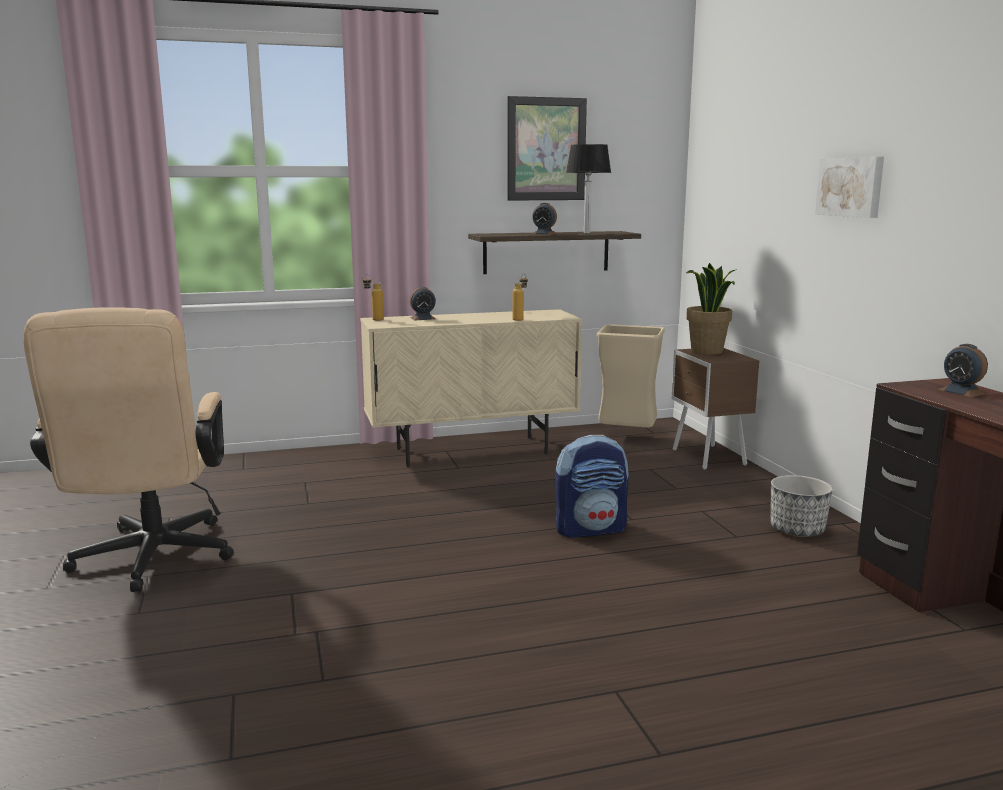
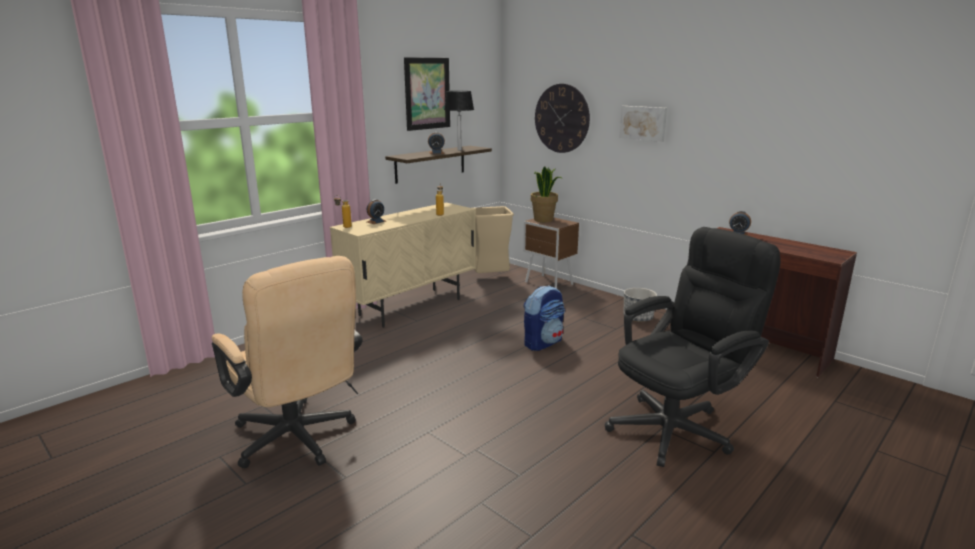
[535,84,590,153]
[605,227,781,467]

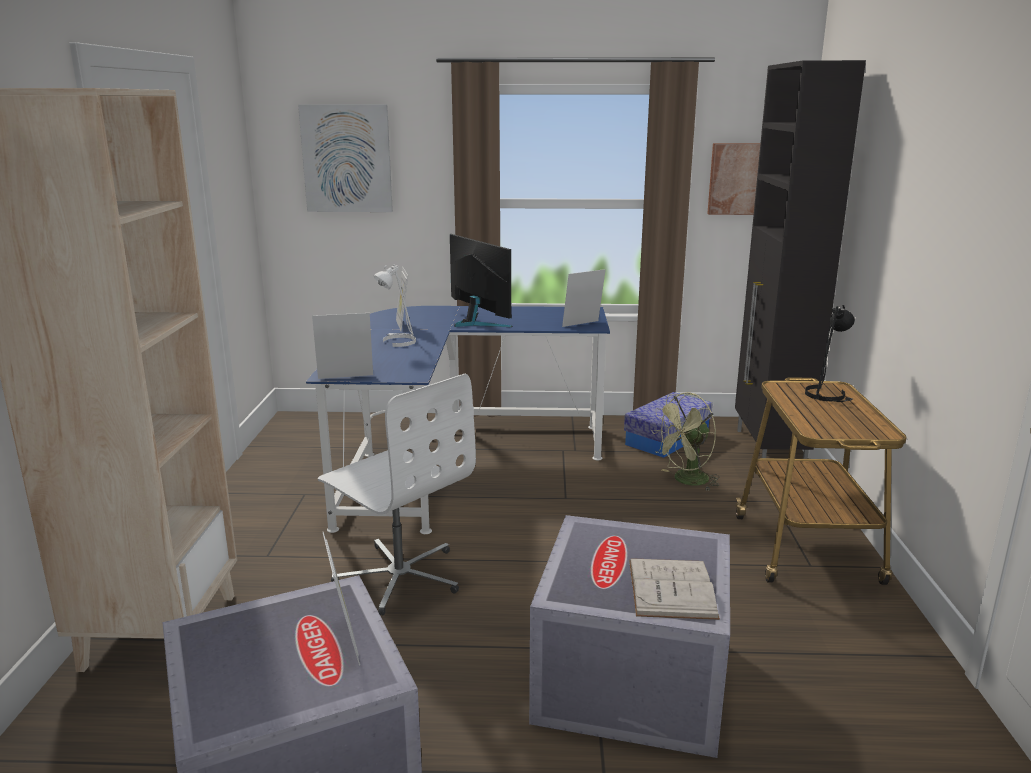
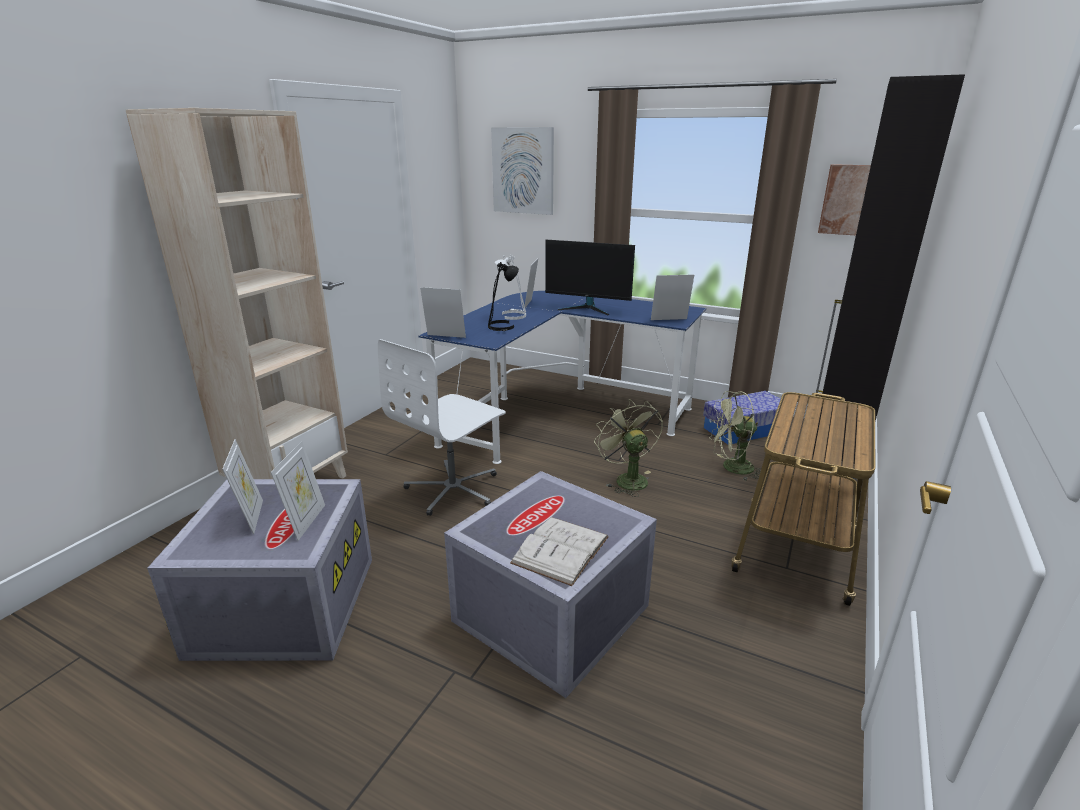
[222,439,263,534]
[594,399,663,497]
[488,262,519,331]
[378,339,506,516]
[545,240,635,315]

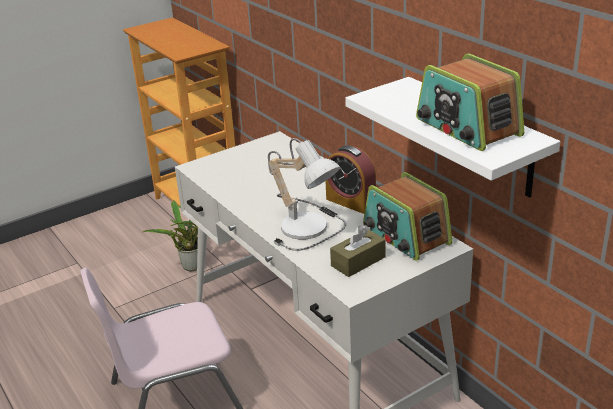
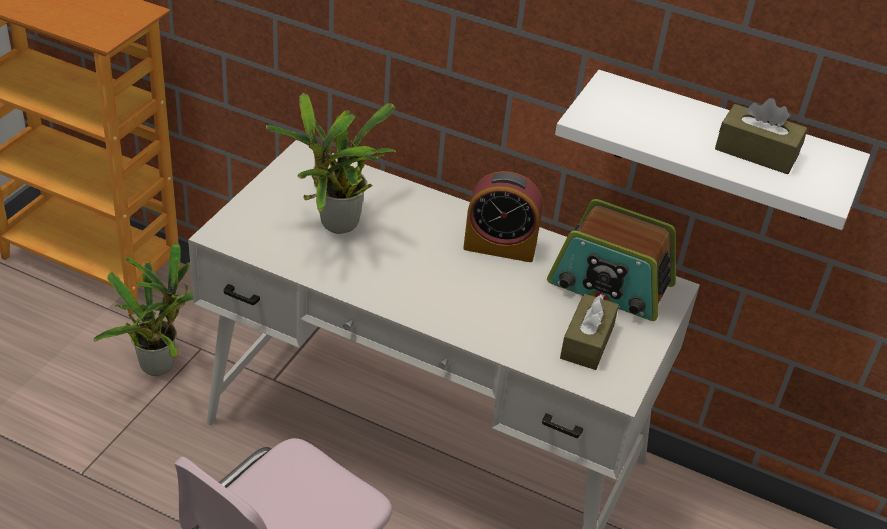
[268,138,346,251] (first image)
[266,93,396,234]
[715,98,808,174]

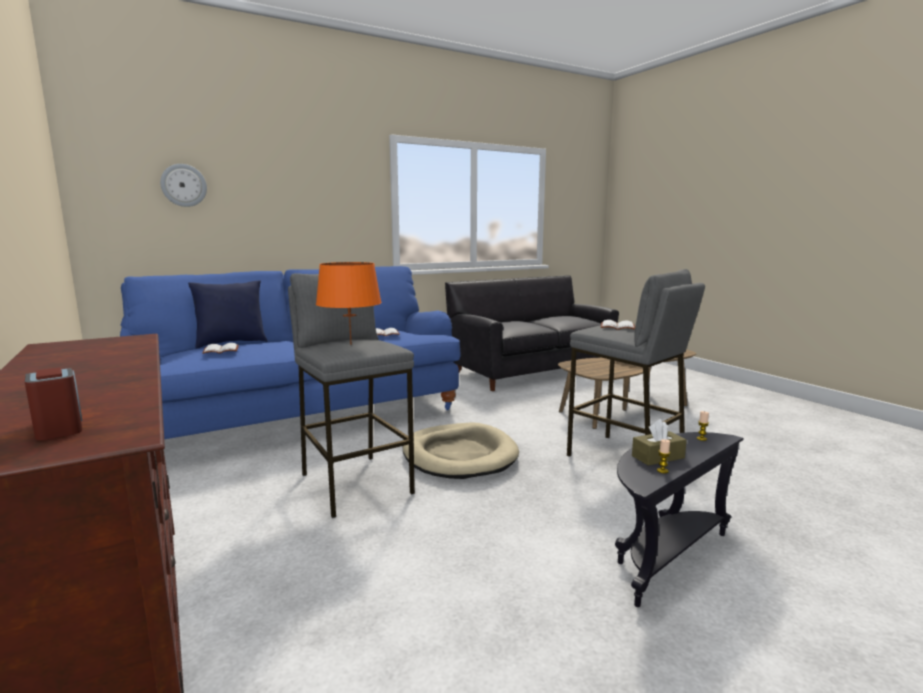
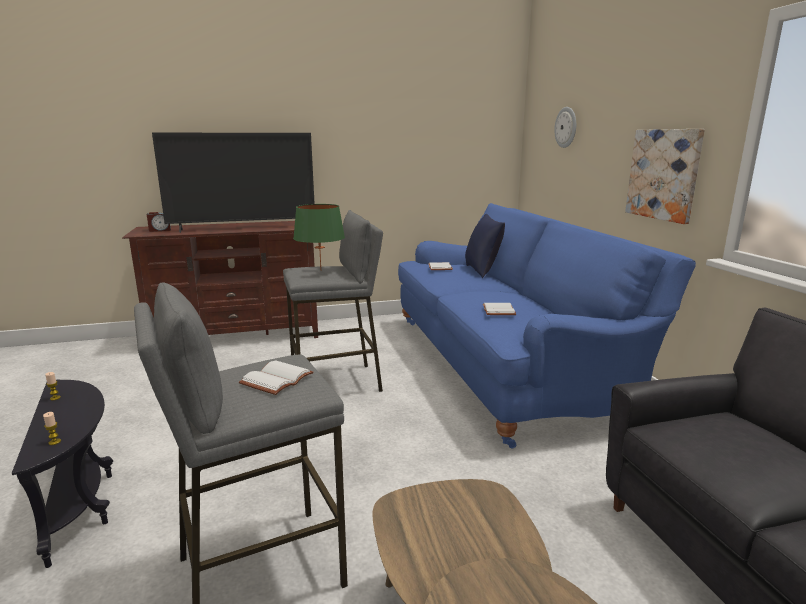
[403,422,519,479] (first image)
[632,419,687,466] (first image)
[152,133,315,233]
[625,129,705,224]
[293,204,345,270]

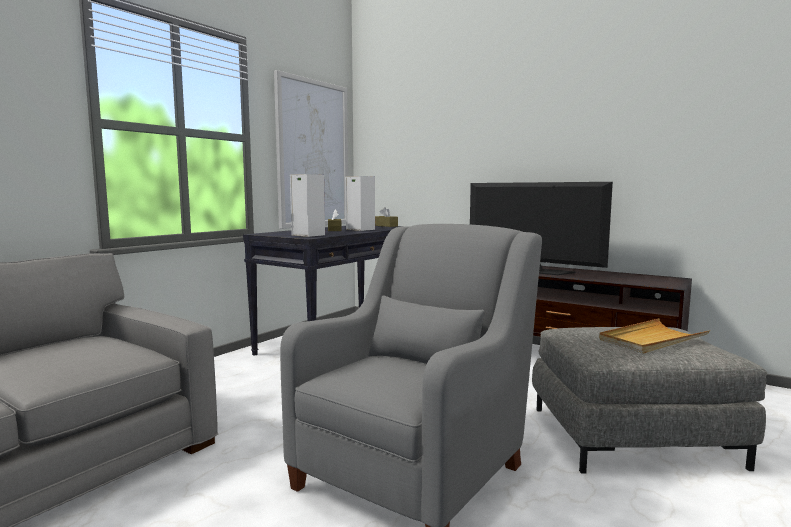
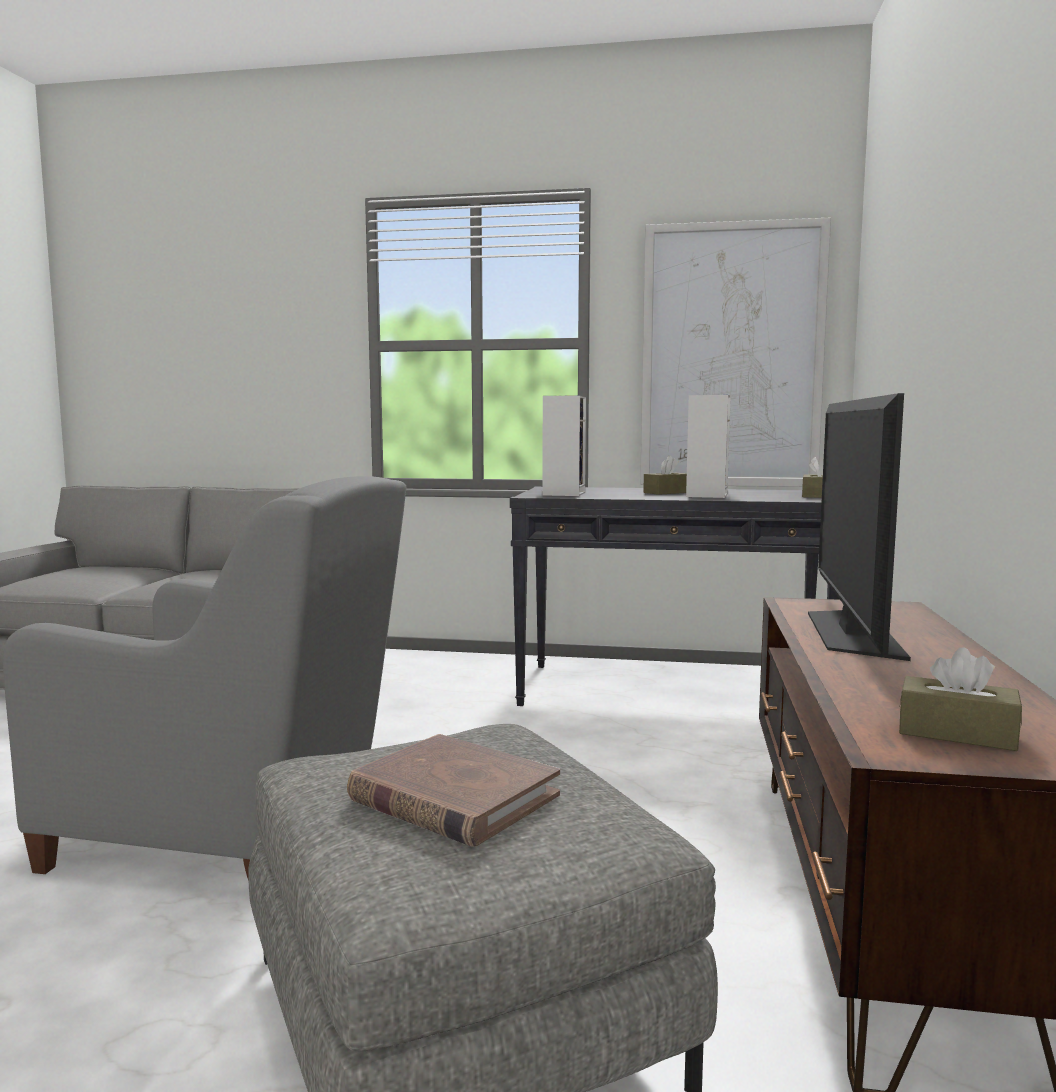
[899,647,1022,751]
[347,734,560,847]

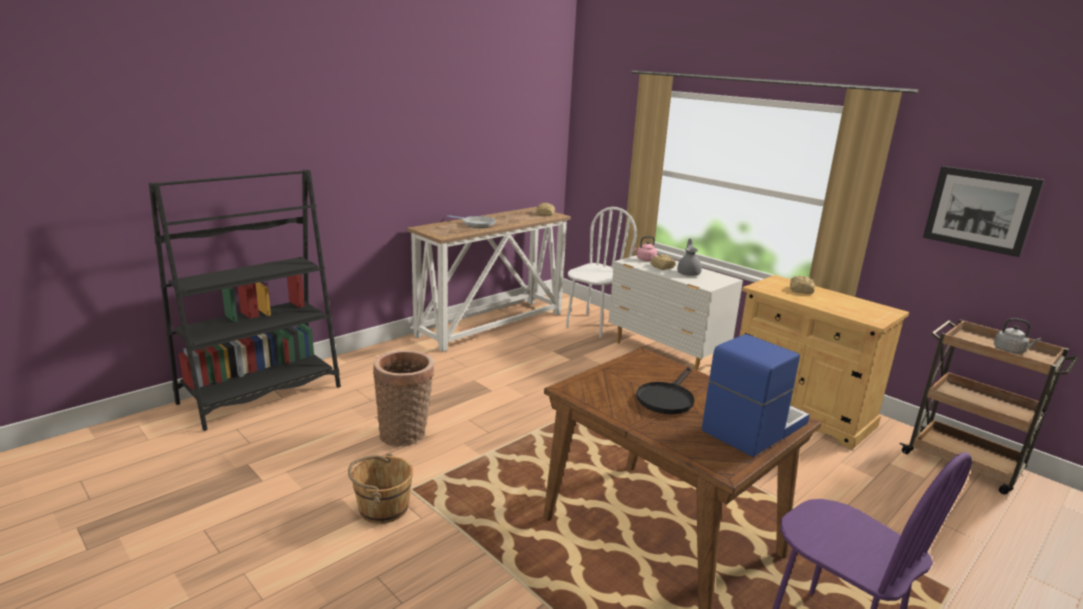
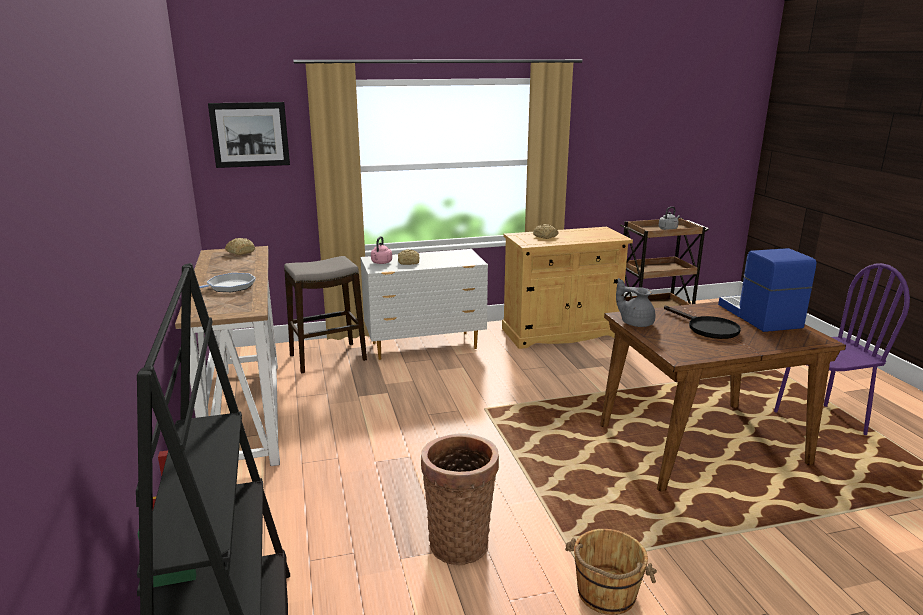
[616,278,655,327]
[208,102,290,168]
[284,256,367,374]

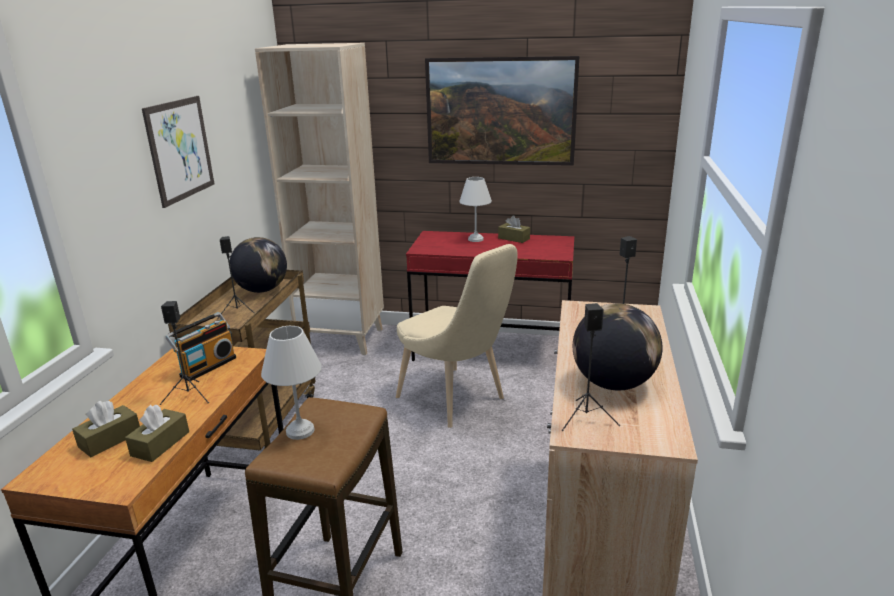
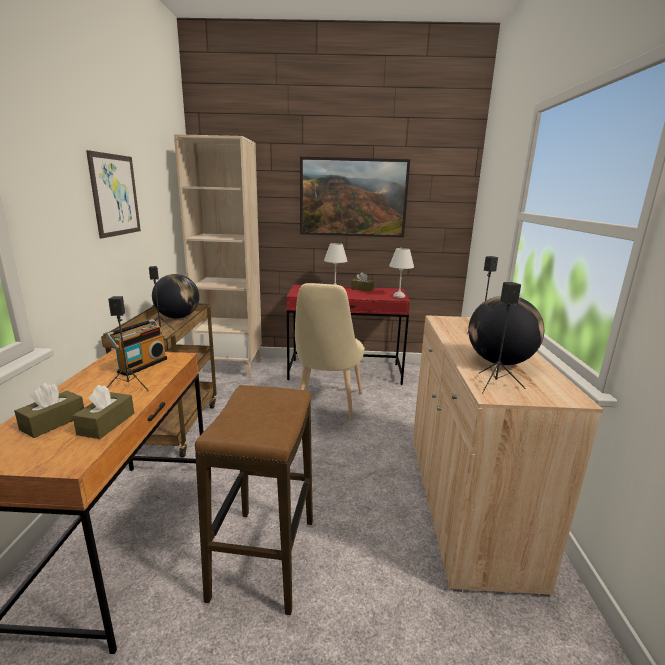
[389,248,414,298]
[295,283,365,420]

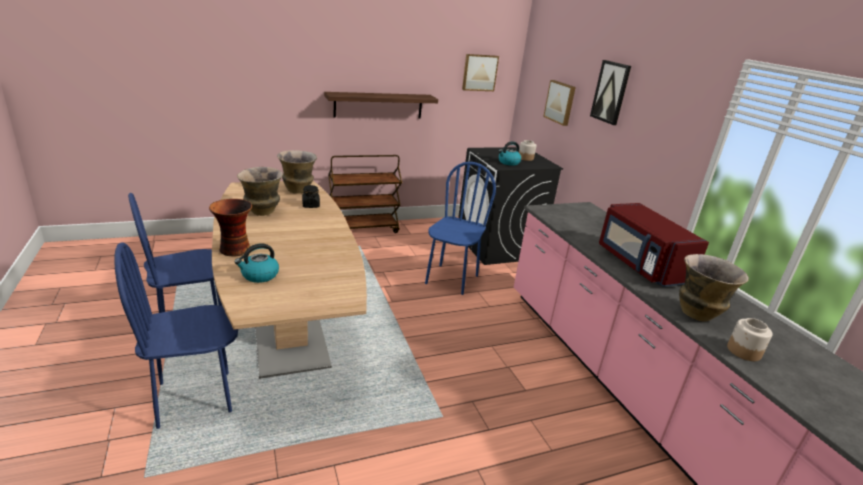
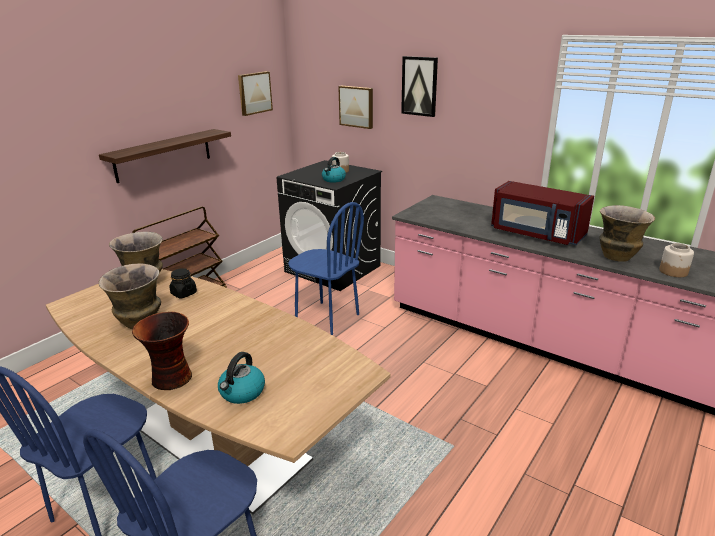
[288,202,364,335]

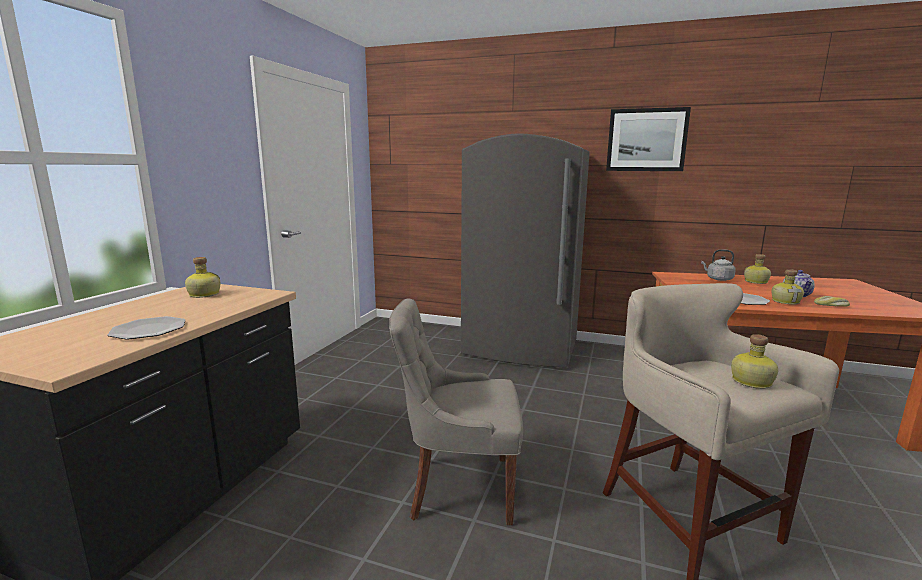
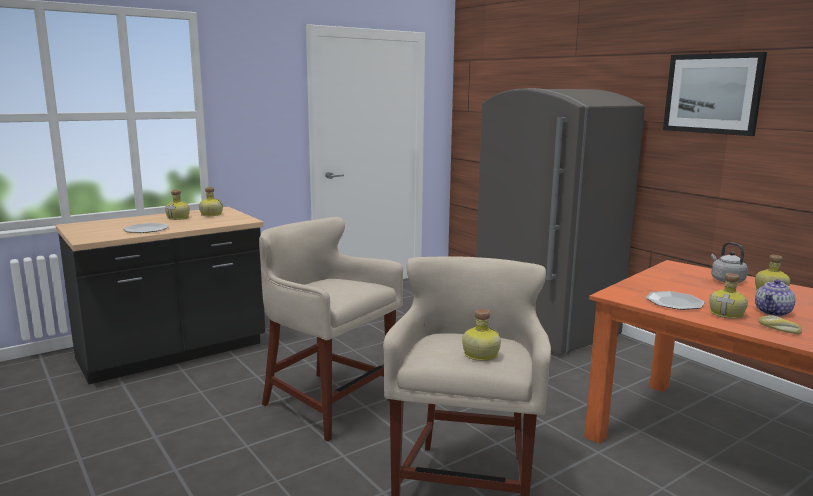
[165,190,190,220]
[259,217,403,442]

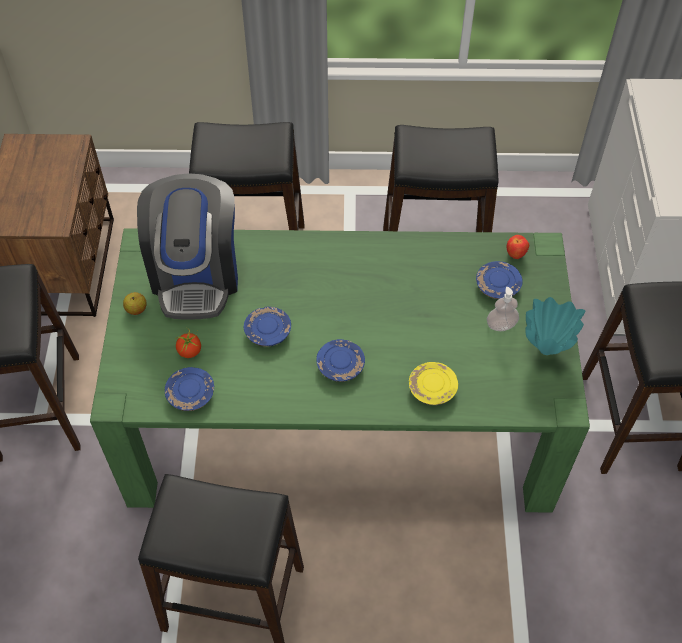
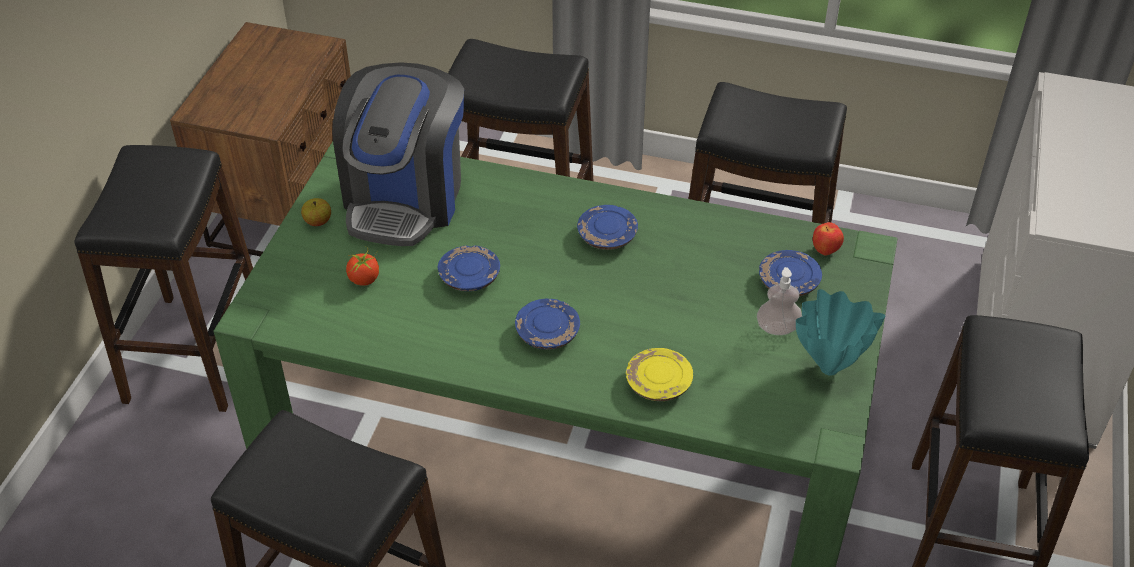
[577,205,638,250]

